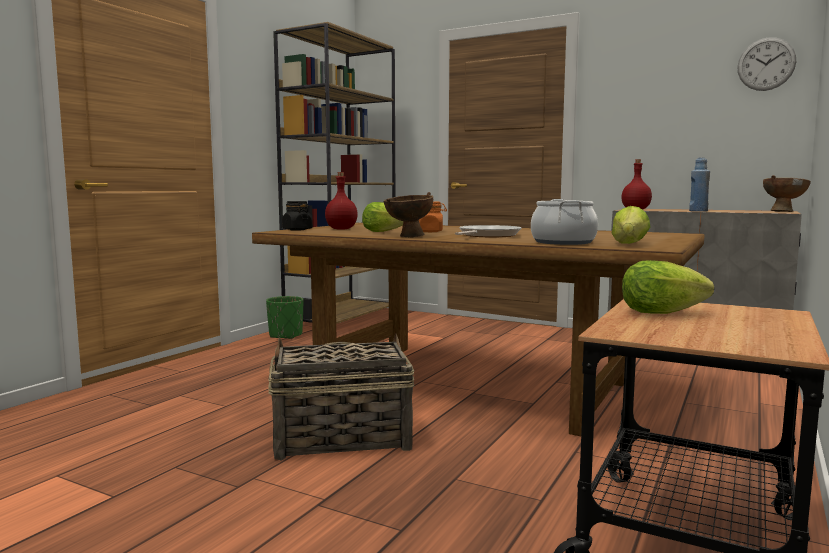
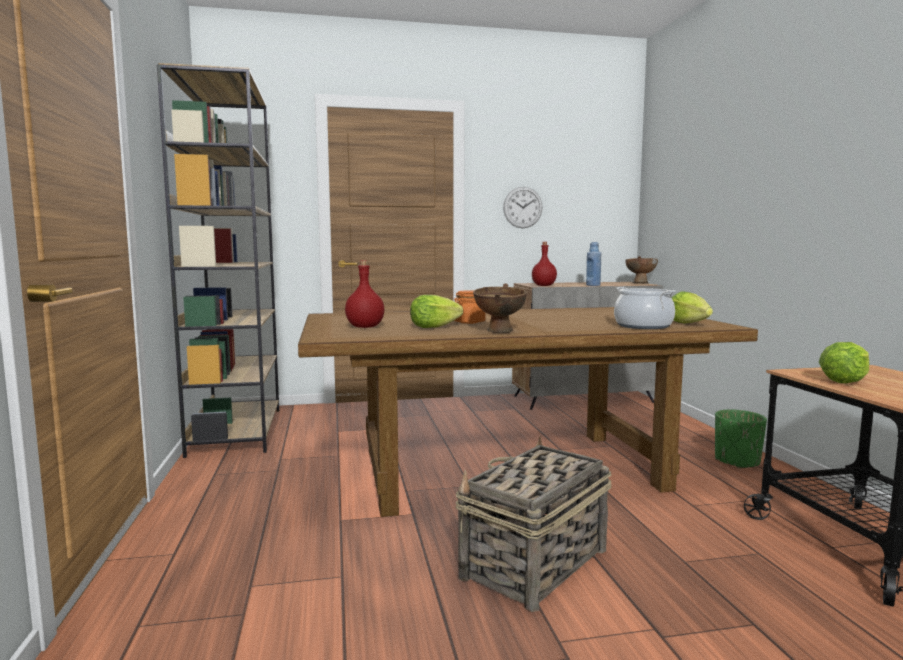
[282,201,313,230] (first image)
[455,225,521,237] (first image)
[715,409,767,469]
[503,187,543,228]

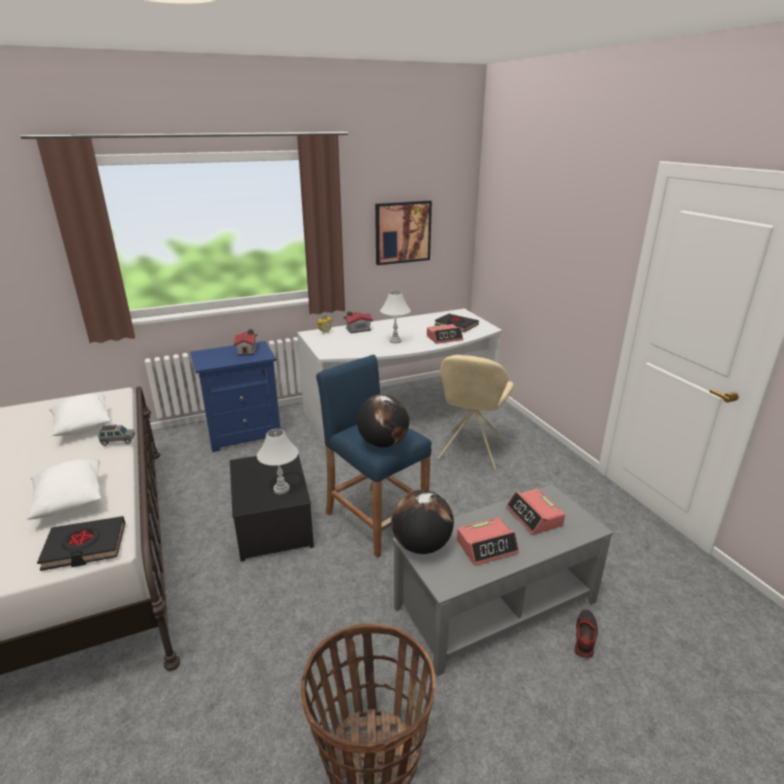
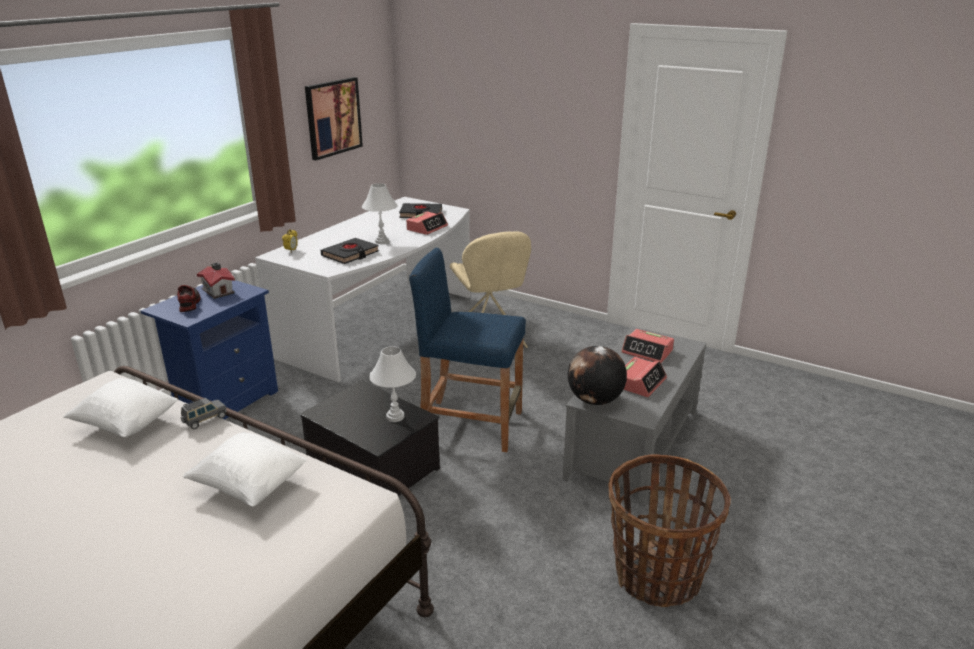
[344,311,373,333] (first image)
[357,394,409,447] (first image)
[320,238,379,264]
[177,285,201,312]

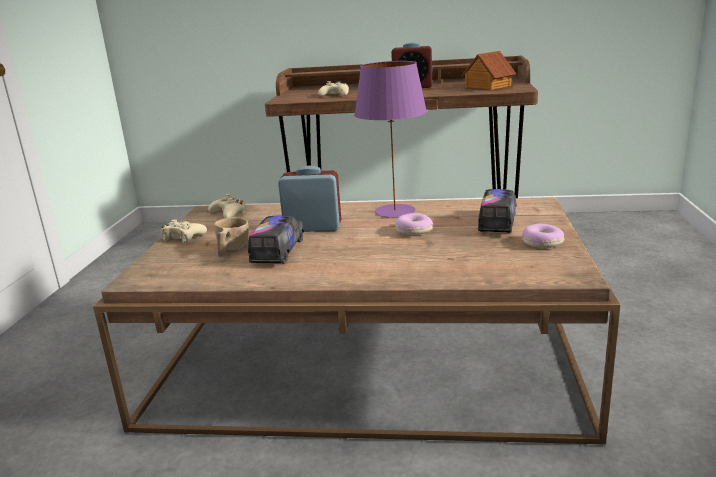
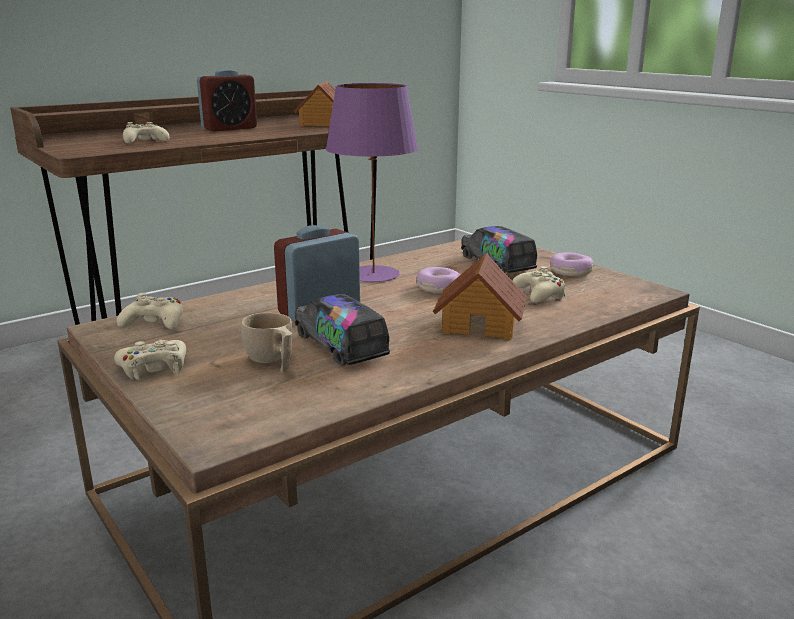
[433,253,526,340]
[512,266,565,303]

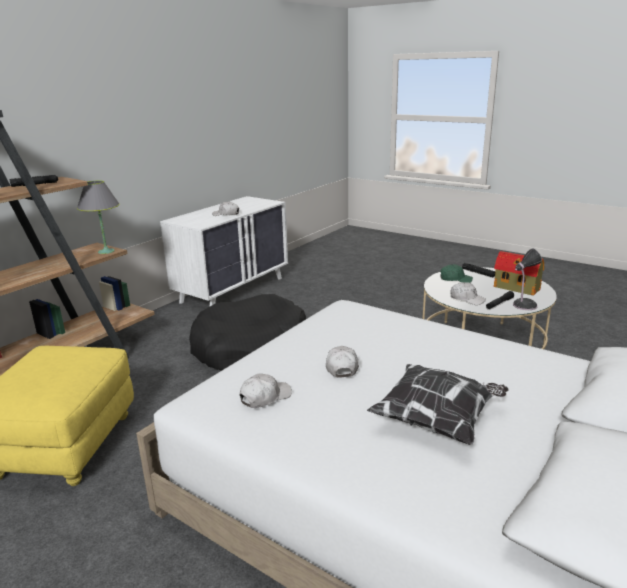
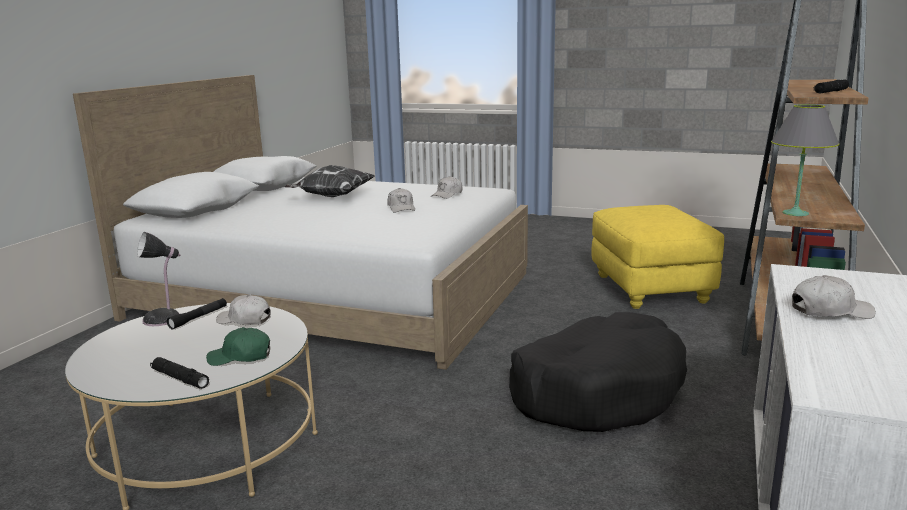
[494,251,544,296] (first image)

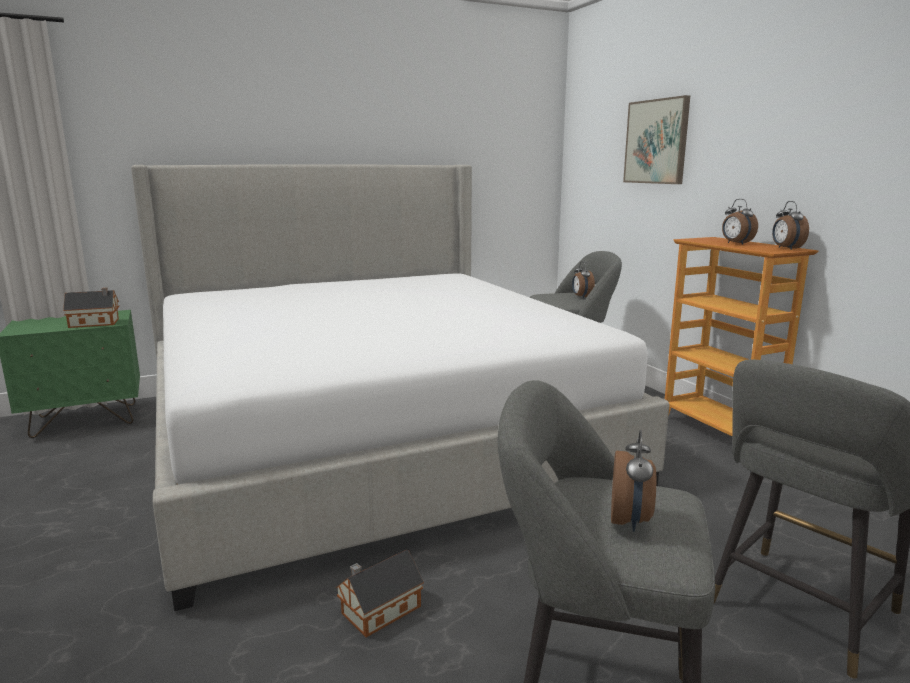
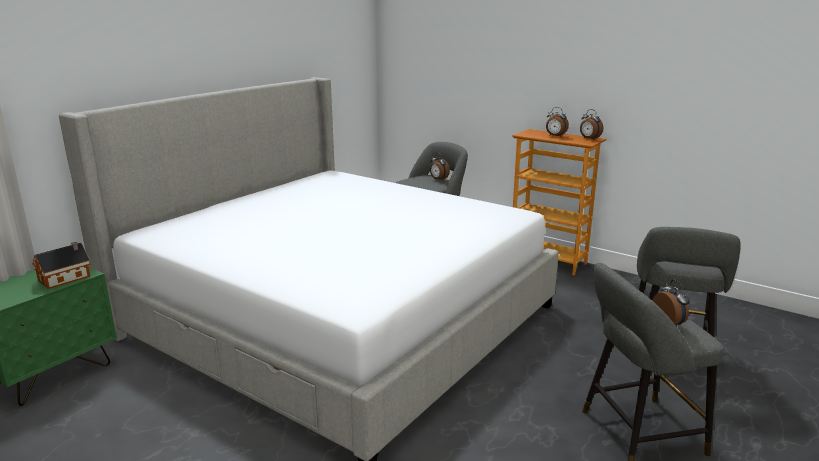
[335,550,424,637] (first image)
[623,95,690,184] (first image)

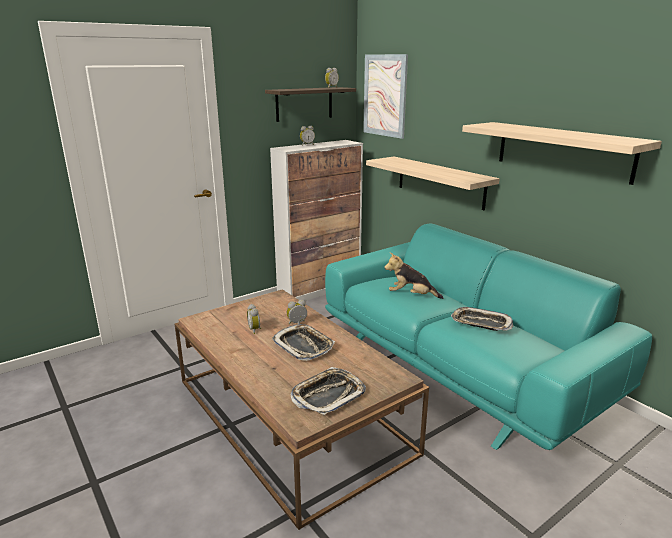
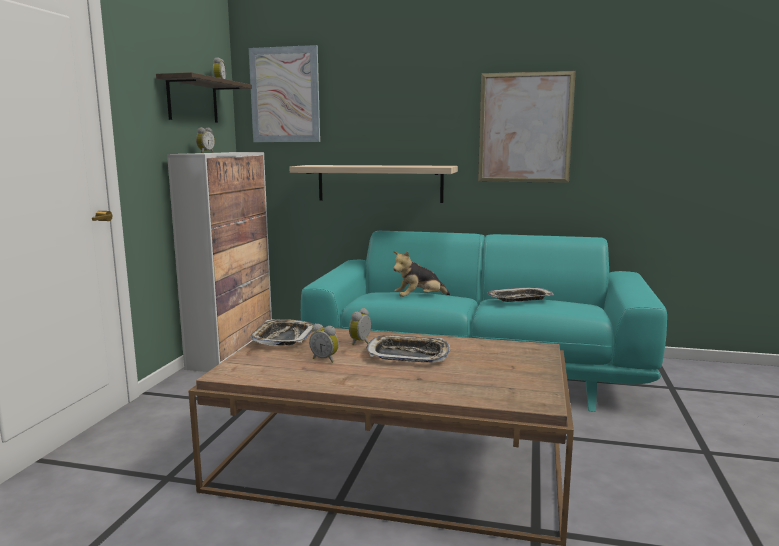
[250,319,314,346]
[478,70,576,183]

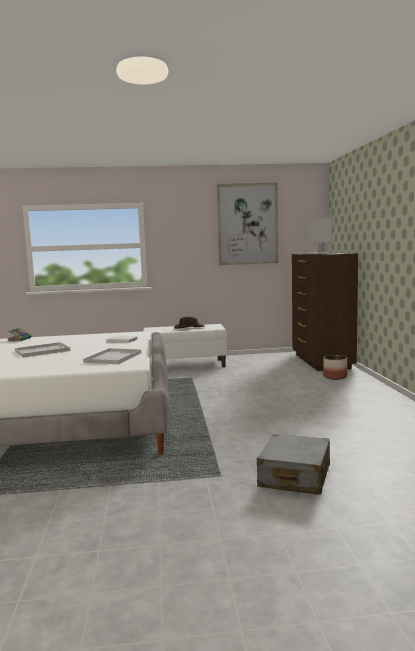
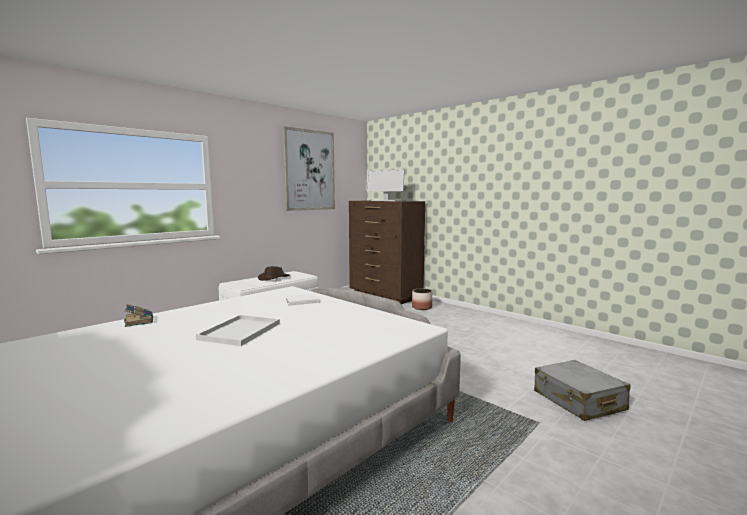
[83,348,141,364] (first image)

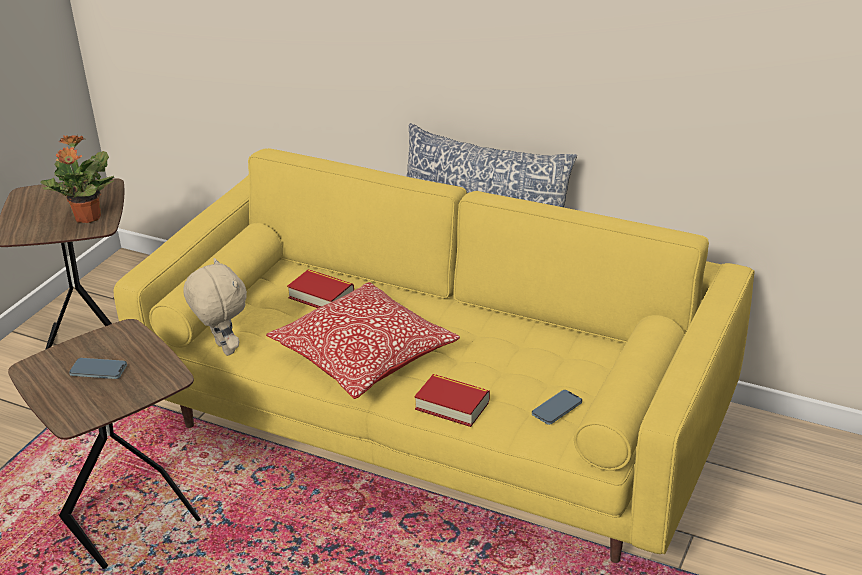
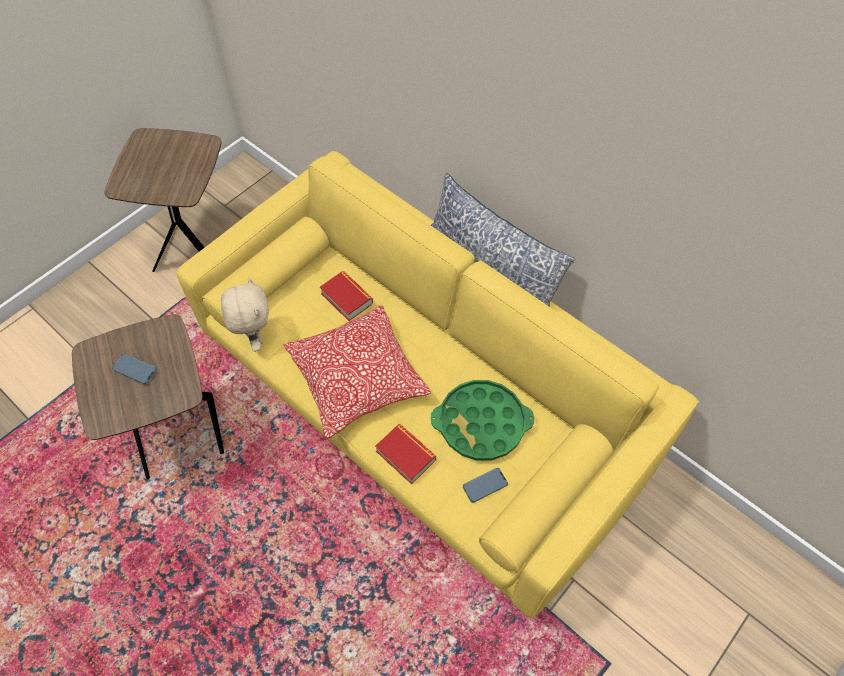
[40,135,114,223] (first image)
[431,380,534,460]

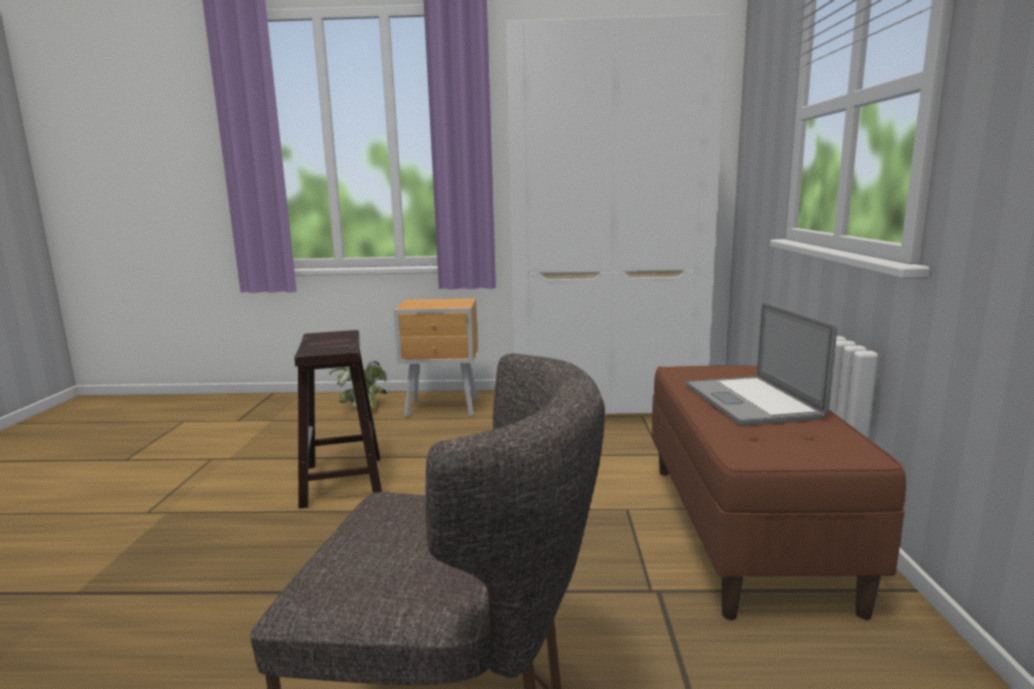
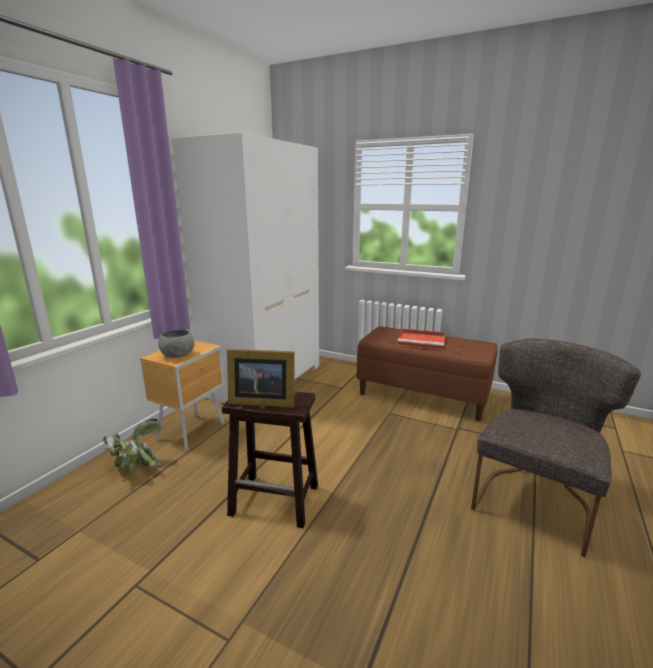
[158,329,195,358]
[227,349,295,408]
[398,328,445,350]

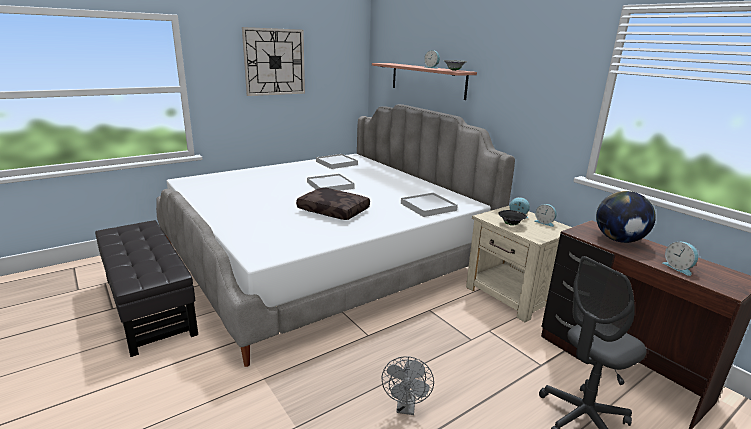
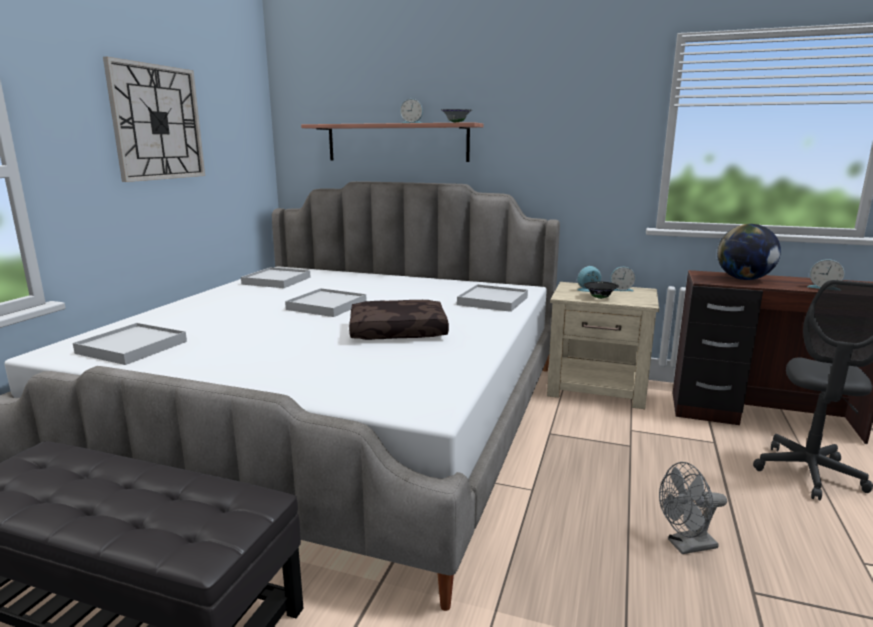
[73,323,187,365]
[659,462,727,554]

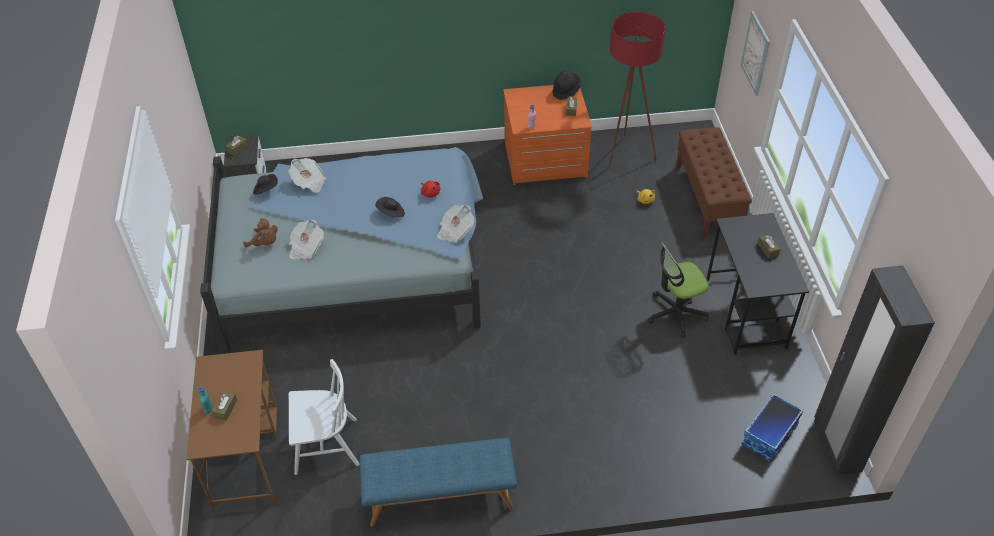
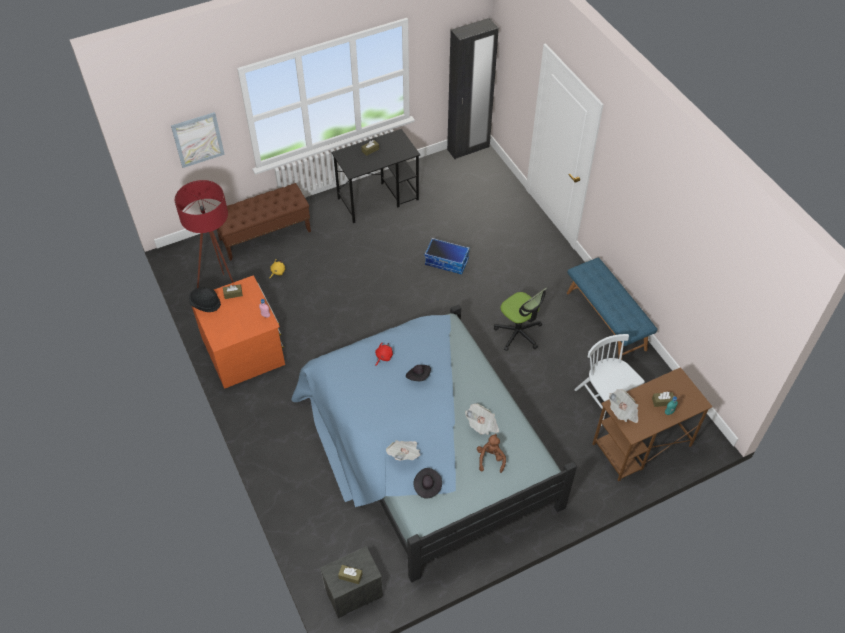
[609,389,638,423]
[494,288,547,351]
[424,238,470,274]

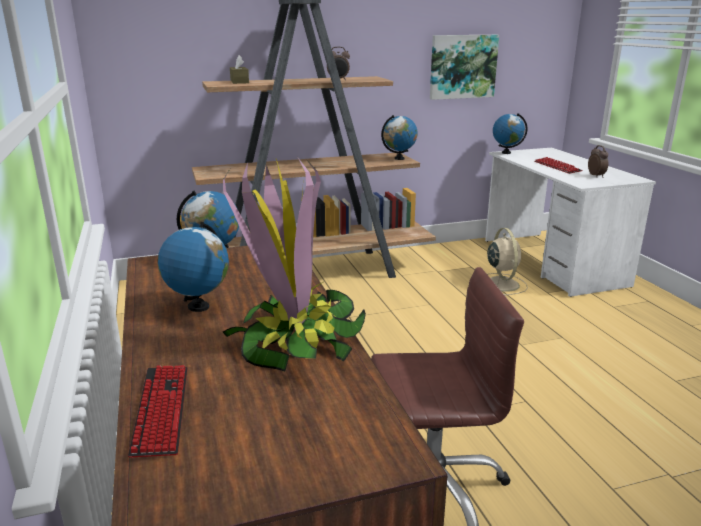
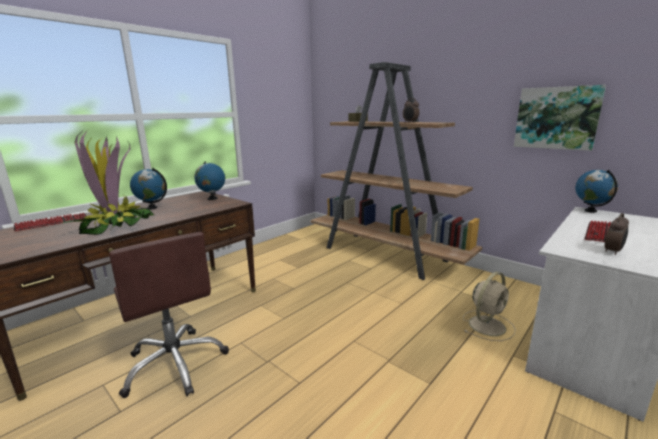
[381,115,418,160] (first image)

